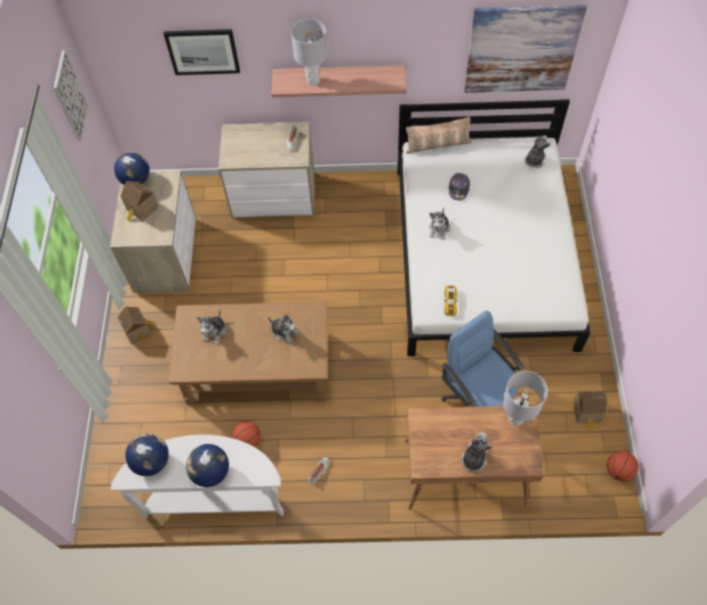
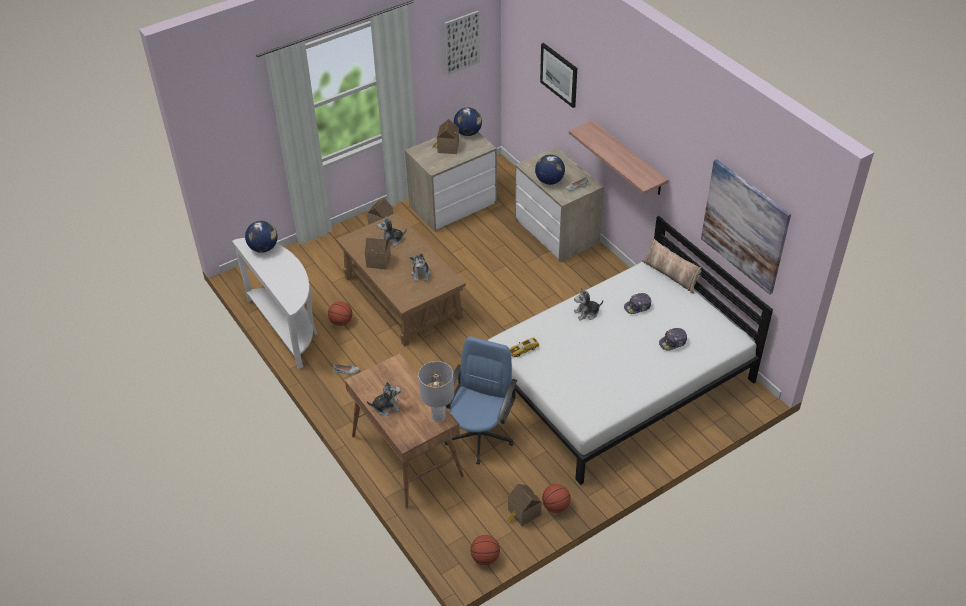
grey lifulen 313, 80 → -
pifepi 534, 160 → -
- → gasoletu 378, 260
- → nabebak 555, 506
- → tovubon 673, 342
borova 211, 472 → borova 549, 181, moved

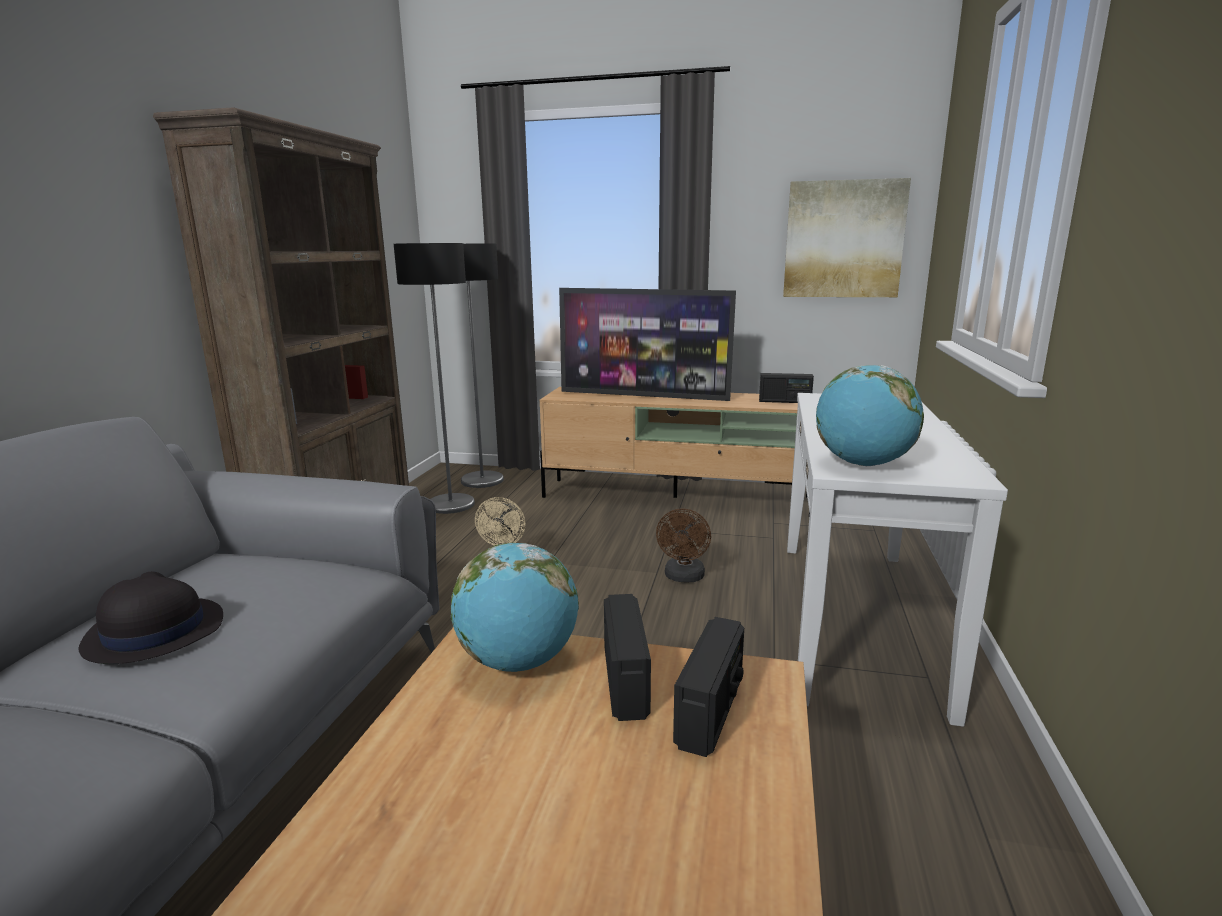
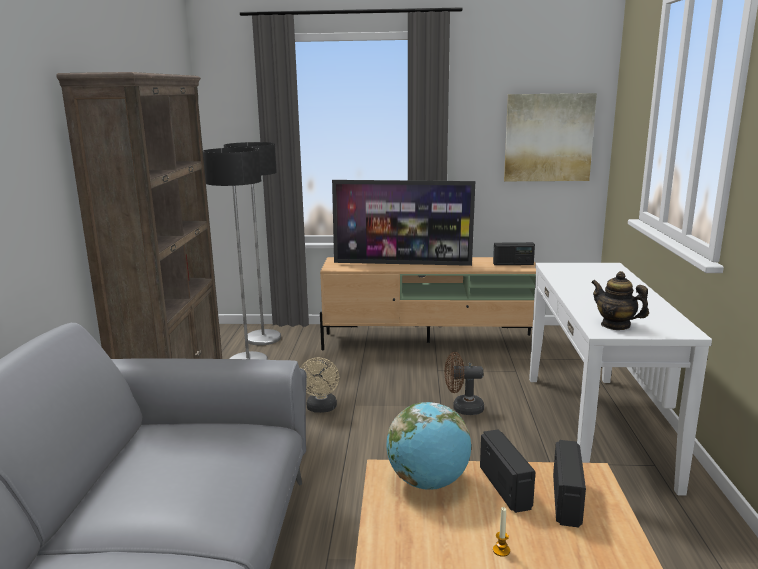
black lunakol 153, 632 → -
- → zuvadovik 501, 550
borova 863, 464 → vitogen 615, 325
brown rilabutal 684, 577 → brown rilabutal 462, 408, 90 degrees clockwise

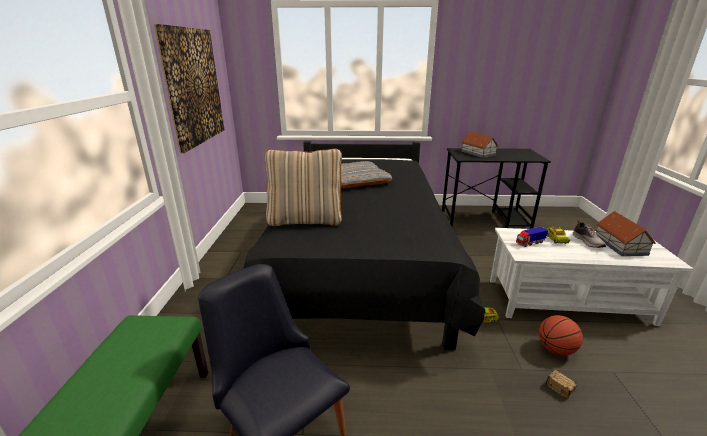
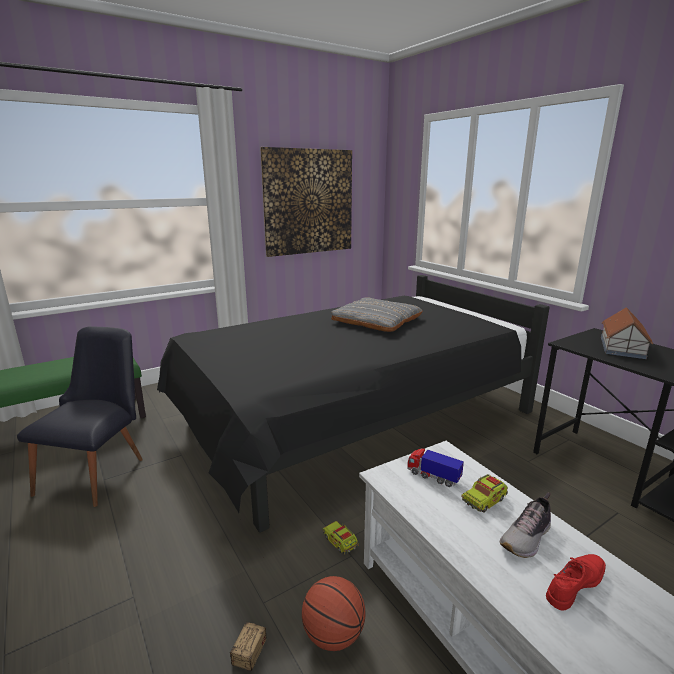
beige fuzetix 305, 220 → -
gasoletu 620, 245 → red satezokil 575, 585

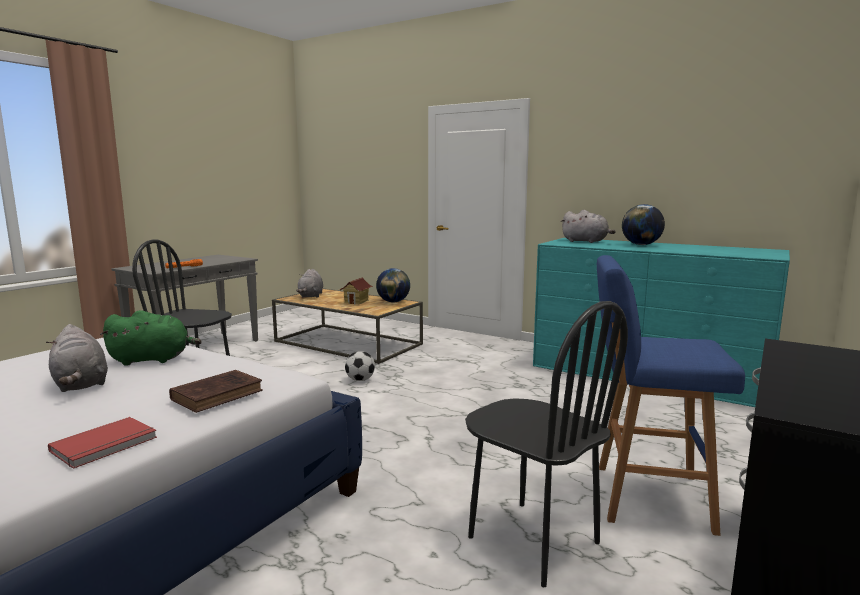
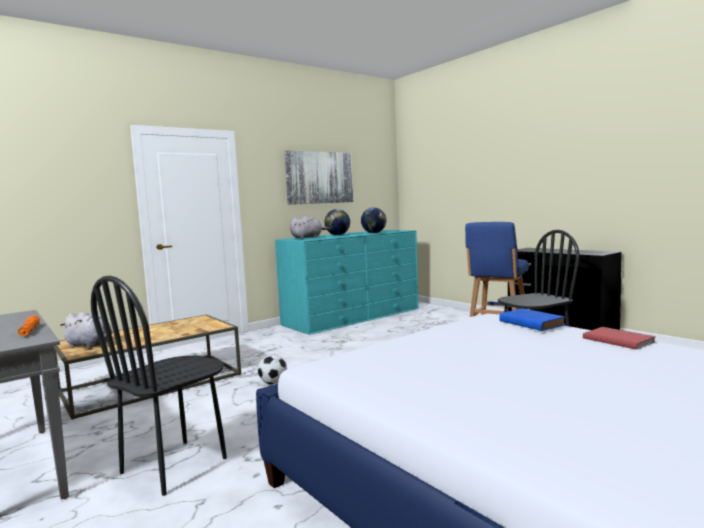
grey pifepi 80, 384 → -
green pifepi 153, 360 → -
gasoletu 356, 302 → -
- → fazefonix 319, 177
borova 393, 302 → borova 374, 233, moved
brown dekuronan 219, 394 → blue dekuronan 530, 323

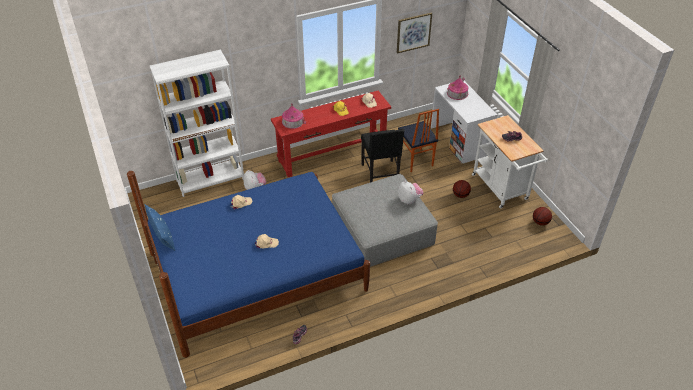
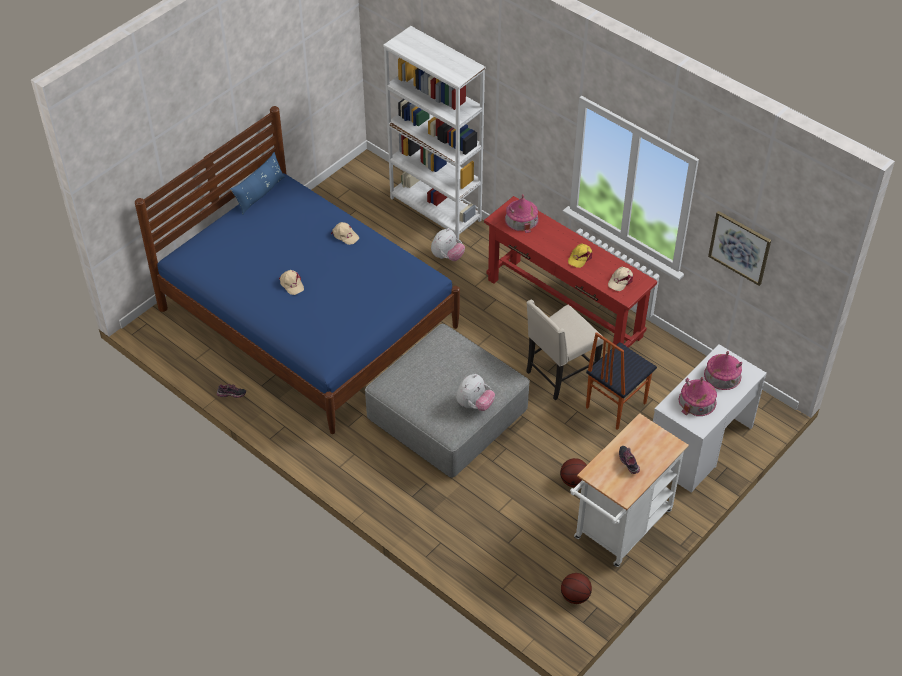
- → gasoletu 697, 401
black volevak 381, 174 → beige volevak 559, 375

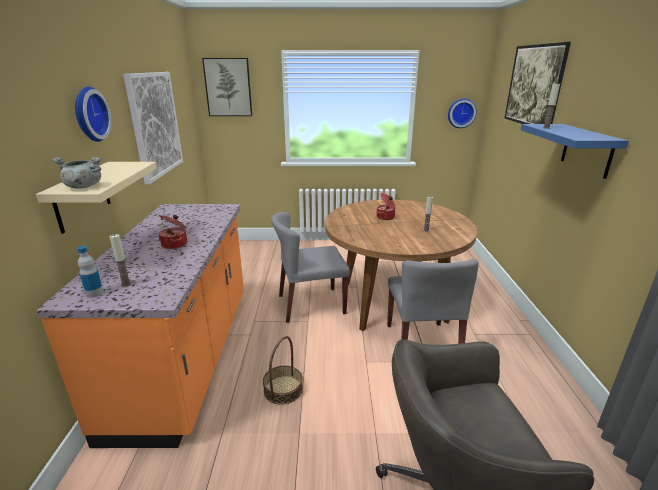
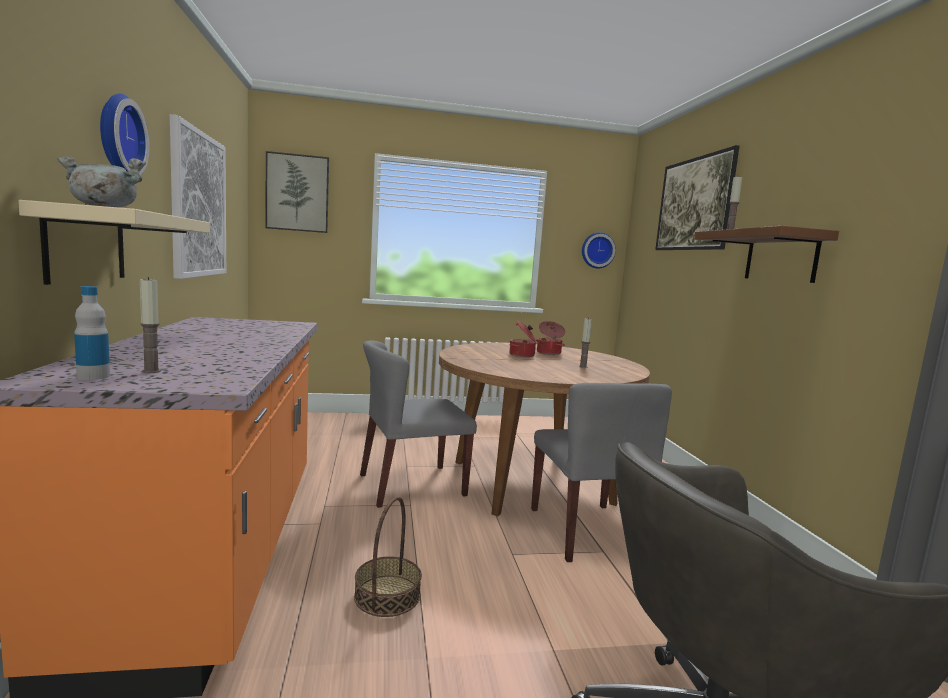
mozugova 175, 244 → mozugova 549, 353, moved
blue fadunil 587, 150 → brown fadunil 781, 257

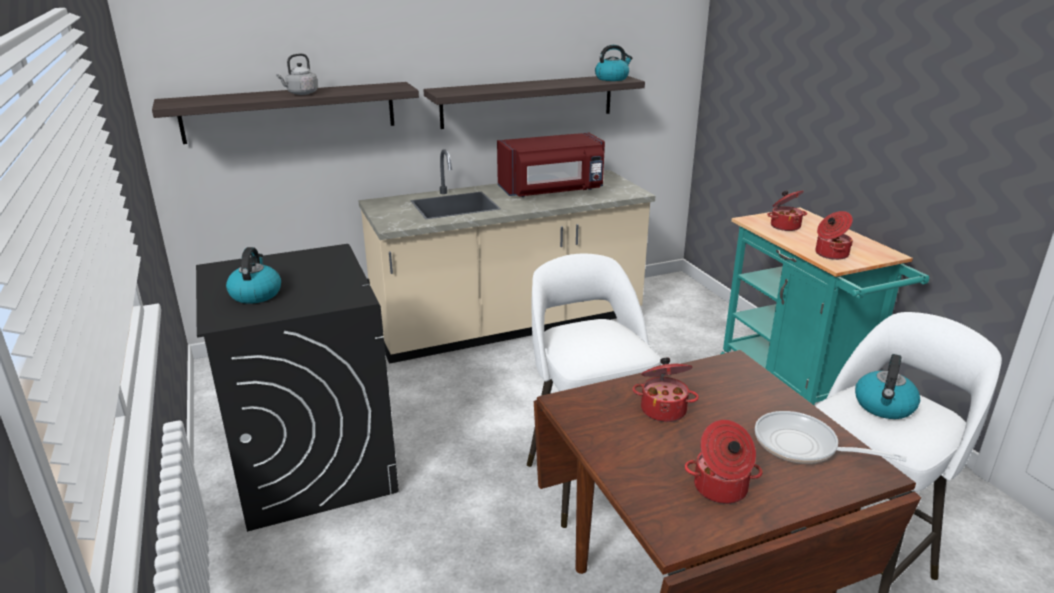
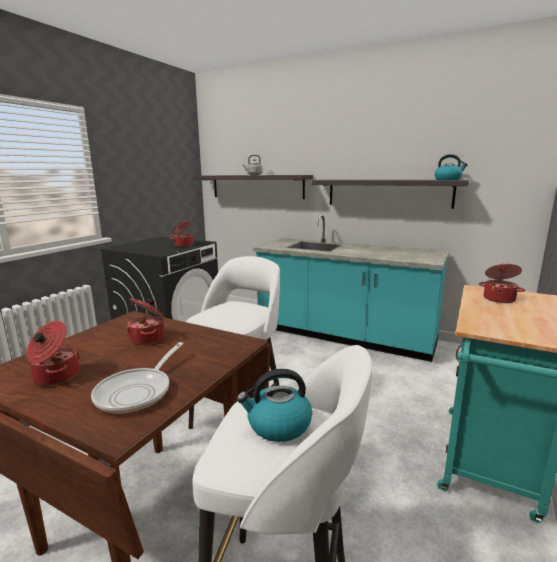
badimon 256, 294 → -
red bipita 552, 191 → -
mozugova 830, 254 → mozugova 183, 245, moved
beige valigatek 509, 326 → turquoise valigatek 344, 336
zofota 803, 446 → zofota 138, 391, 150 degrees counterclockwise

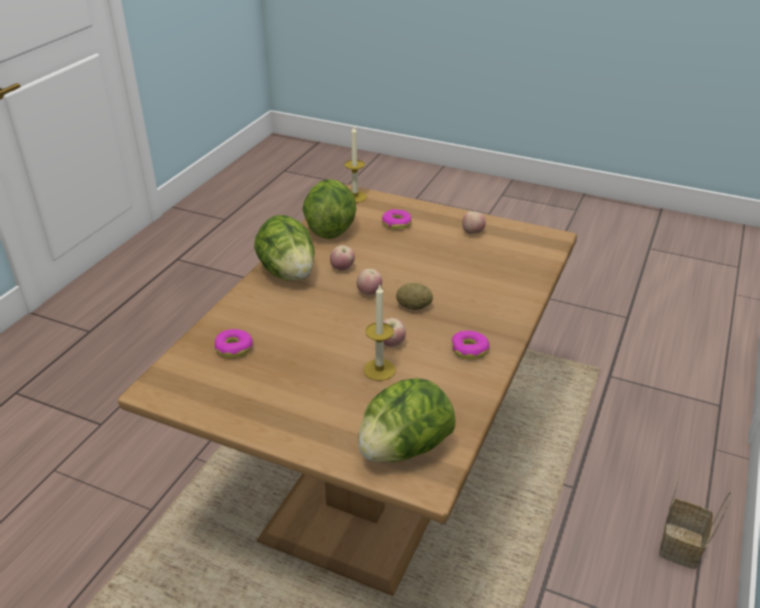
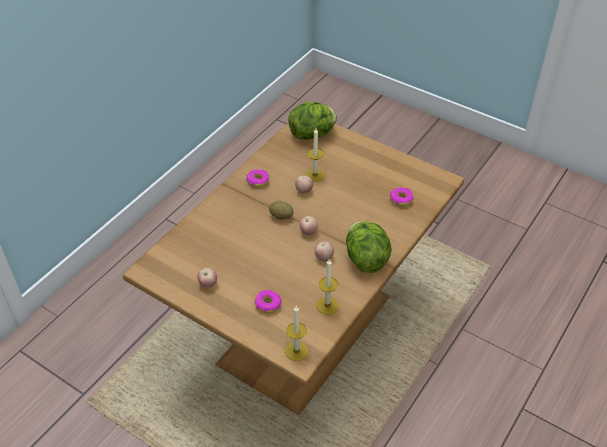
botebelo 681, 547 → -
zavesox 330, 229 → zuvadovik 327, 305

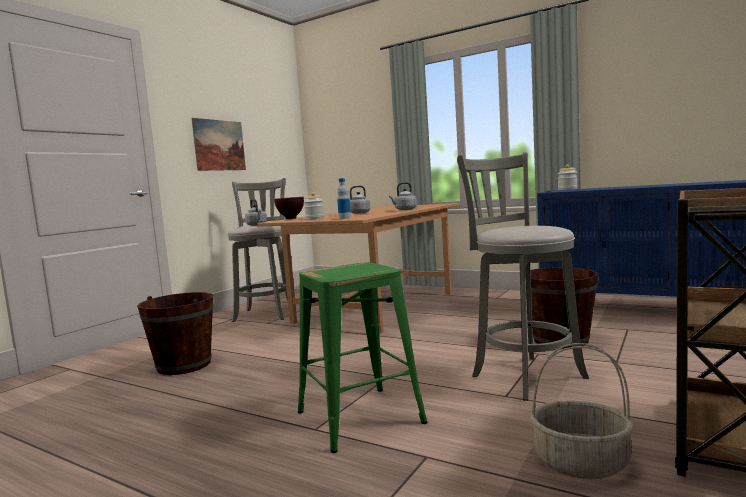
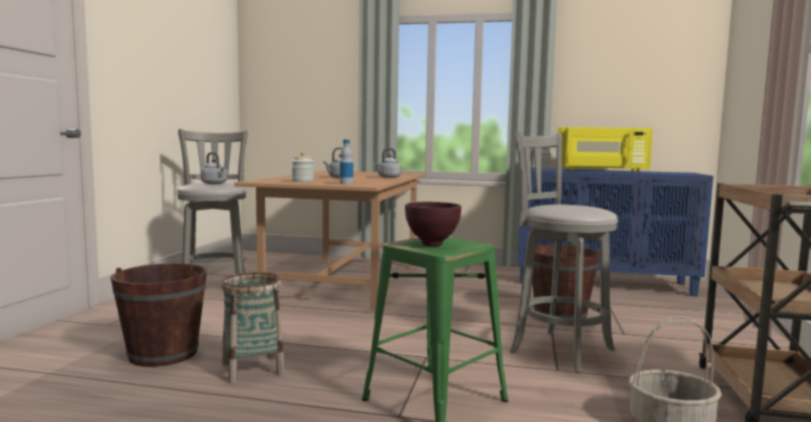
fazefonix 219, 145 → -
- → botebelo 253, 369
- → yellow bipita 601, 170
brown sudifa 290, 219 → brown sudifa 432, 245, moved

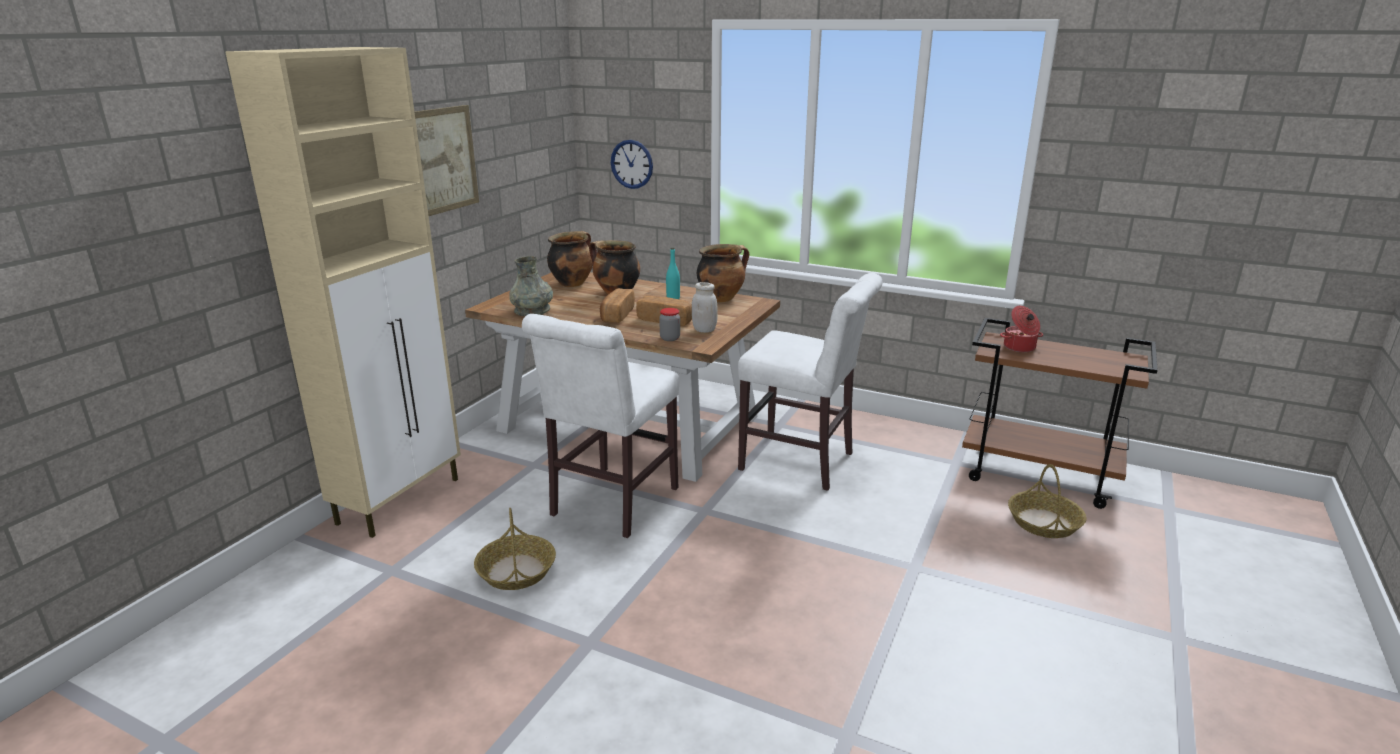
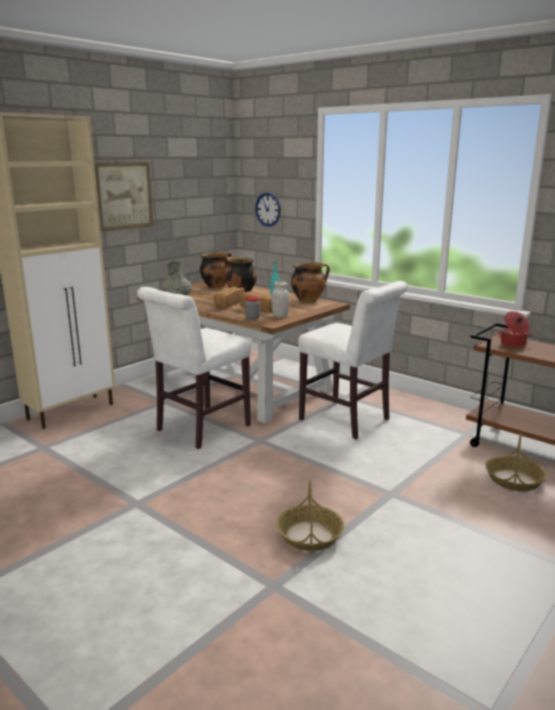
botebelo 517, 571 → botebelo 310, 535, moved

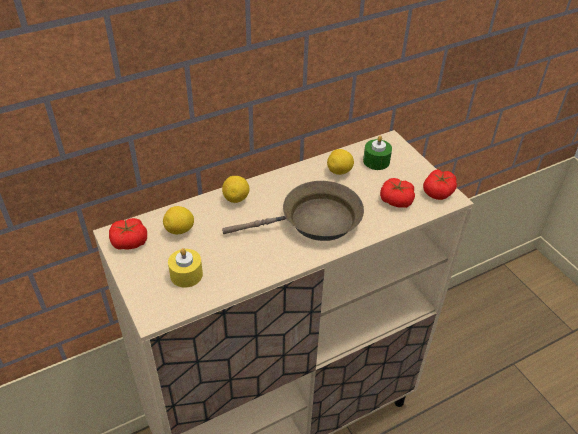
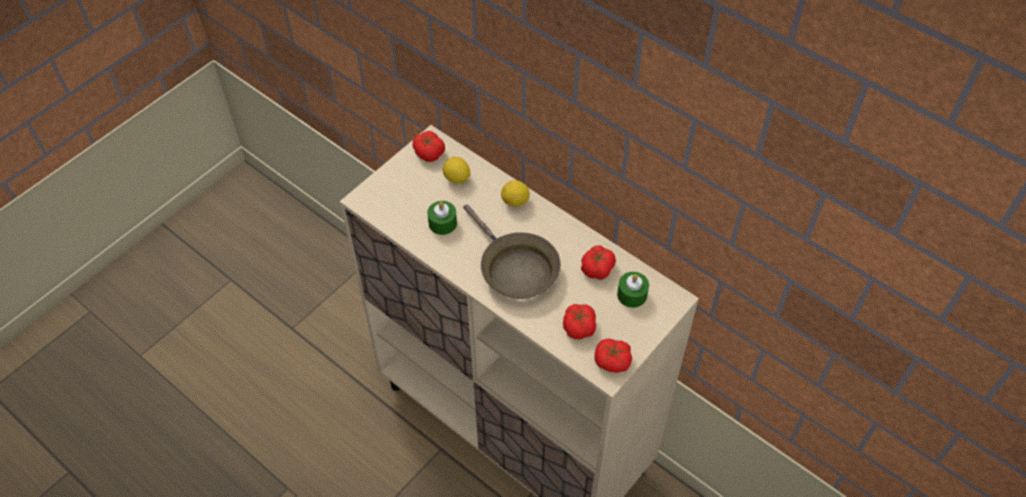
yellow zuvadovik 186, 275 → -
- → green zuvadovik 442, 223
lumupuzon 339, 172 → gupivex 597, 268

